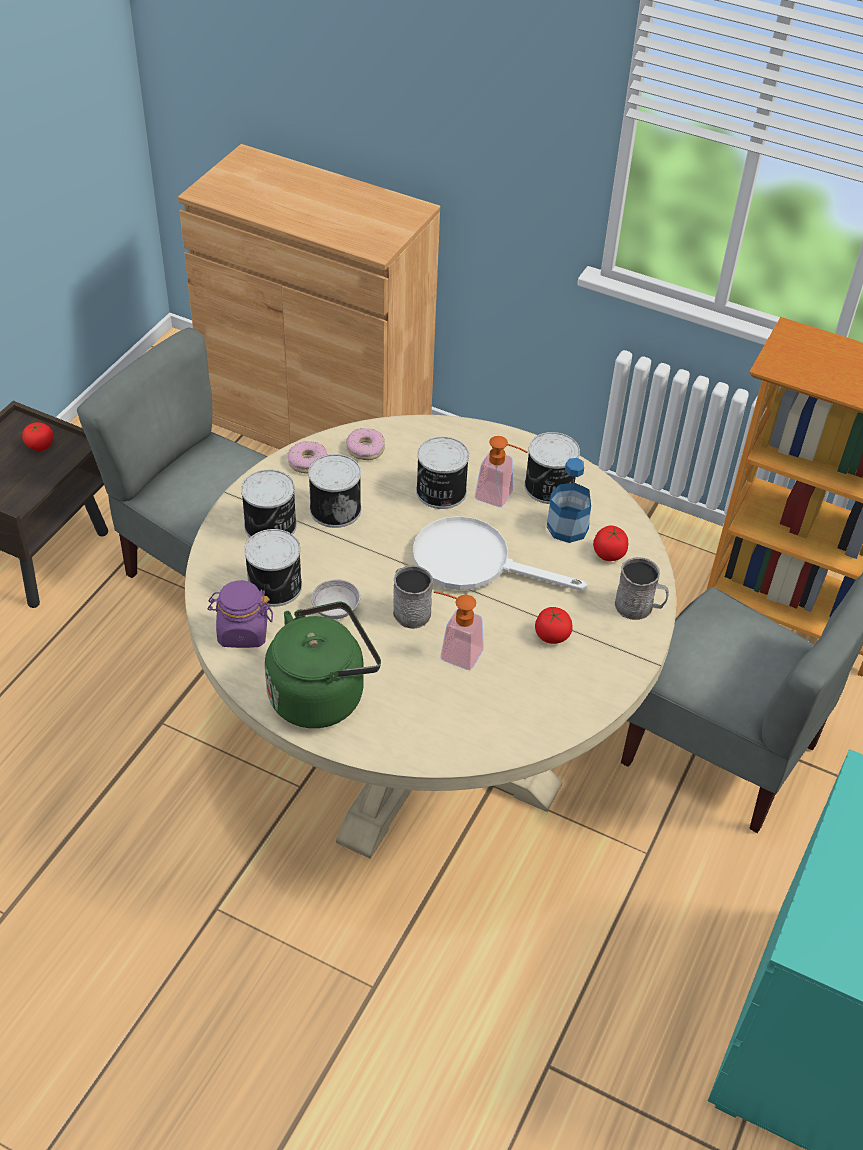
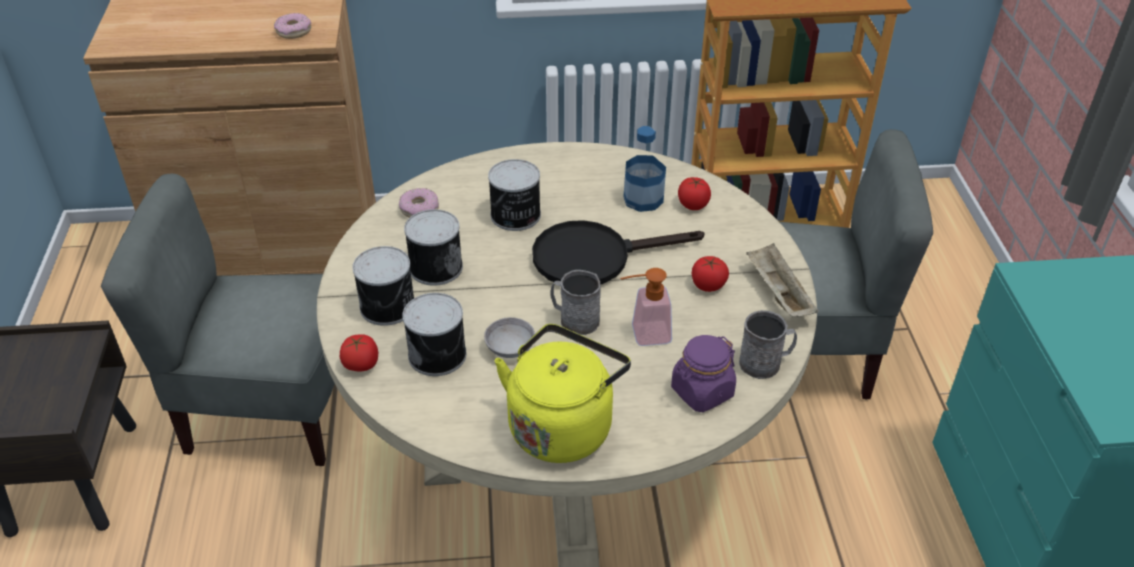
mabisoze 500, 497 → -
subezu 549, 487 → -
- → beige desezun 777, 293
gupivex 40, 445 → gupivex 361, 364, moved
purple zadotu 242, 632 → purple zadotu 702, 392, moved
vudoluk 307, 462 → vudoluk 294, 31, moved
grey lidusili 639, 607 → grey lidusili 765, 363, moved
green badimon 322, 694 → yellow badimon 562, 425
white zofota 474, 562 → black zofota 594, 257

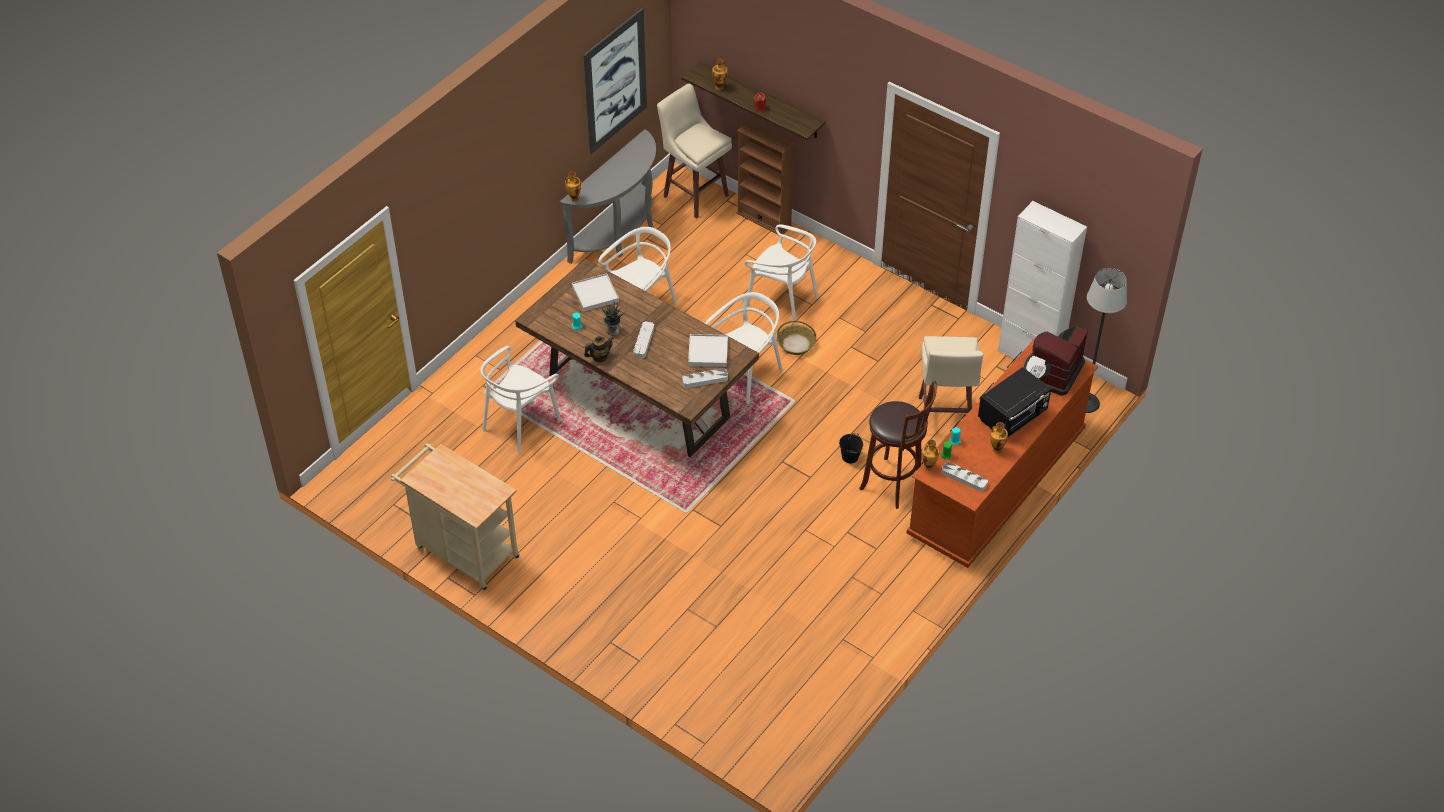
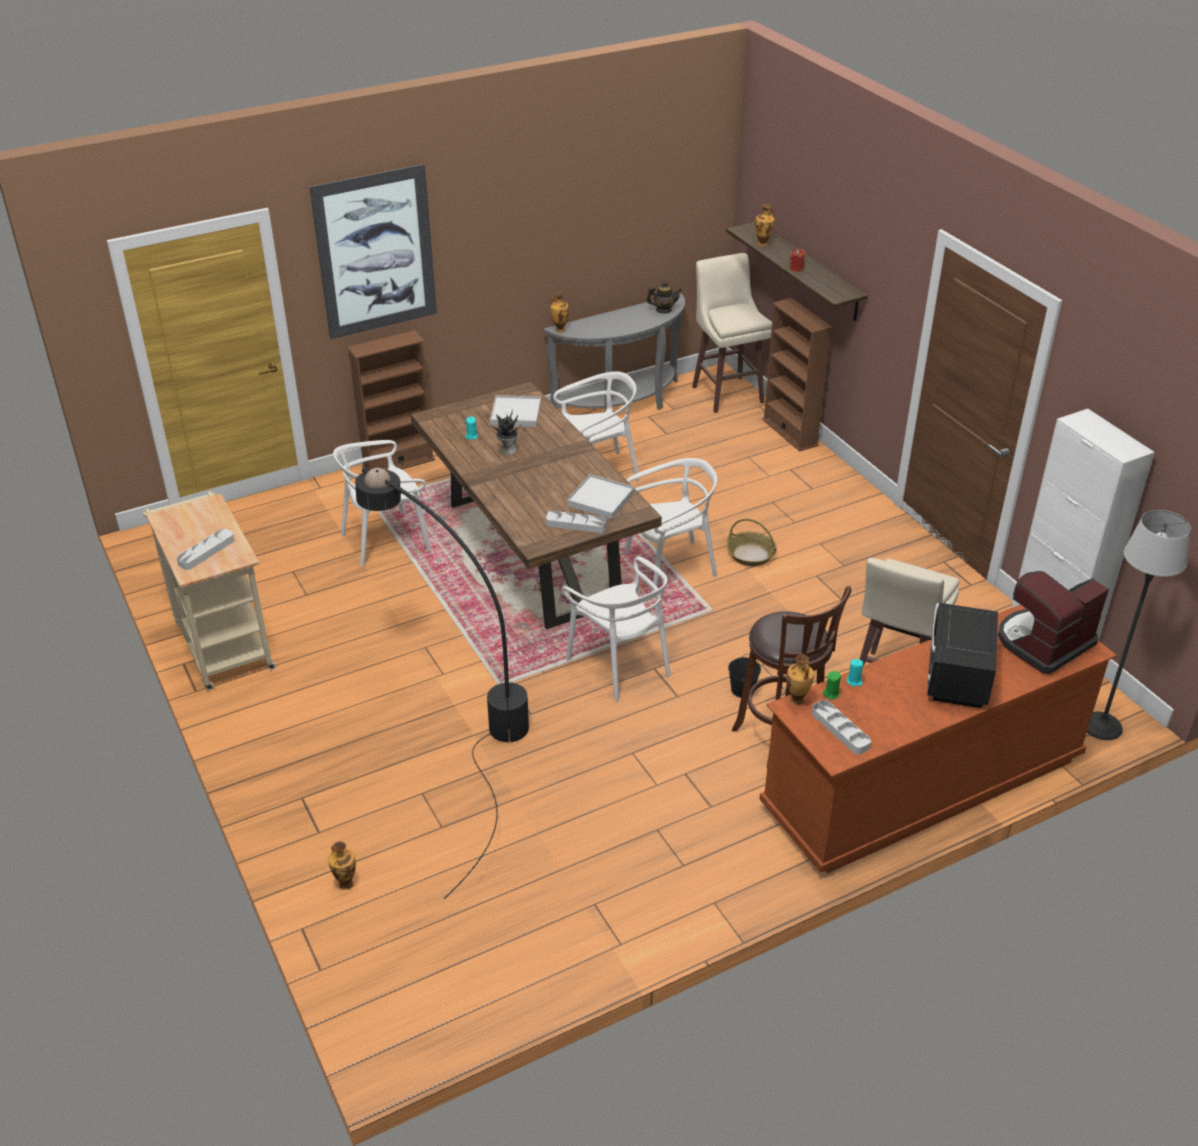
- → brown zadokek 398, 463
- → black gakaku 457, 721
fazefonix 615, 81 → fazefonix 375, 252, moved
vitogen 599, 357 → vitogen 663, 310, moved
grey desezun 643, 341 → grey desezun 206, 552, moved
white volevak 782, 300 → white volevak 620, 665, moved
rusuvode 996, 450 → rusuvode 345, 883, moved
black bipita 1013, 416 → black bipita 956, 677, 120 degrees clockwise

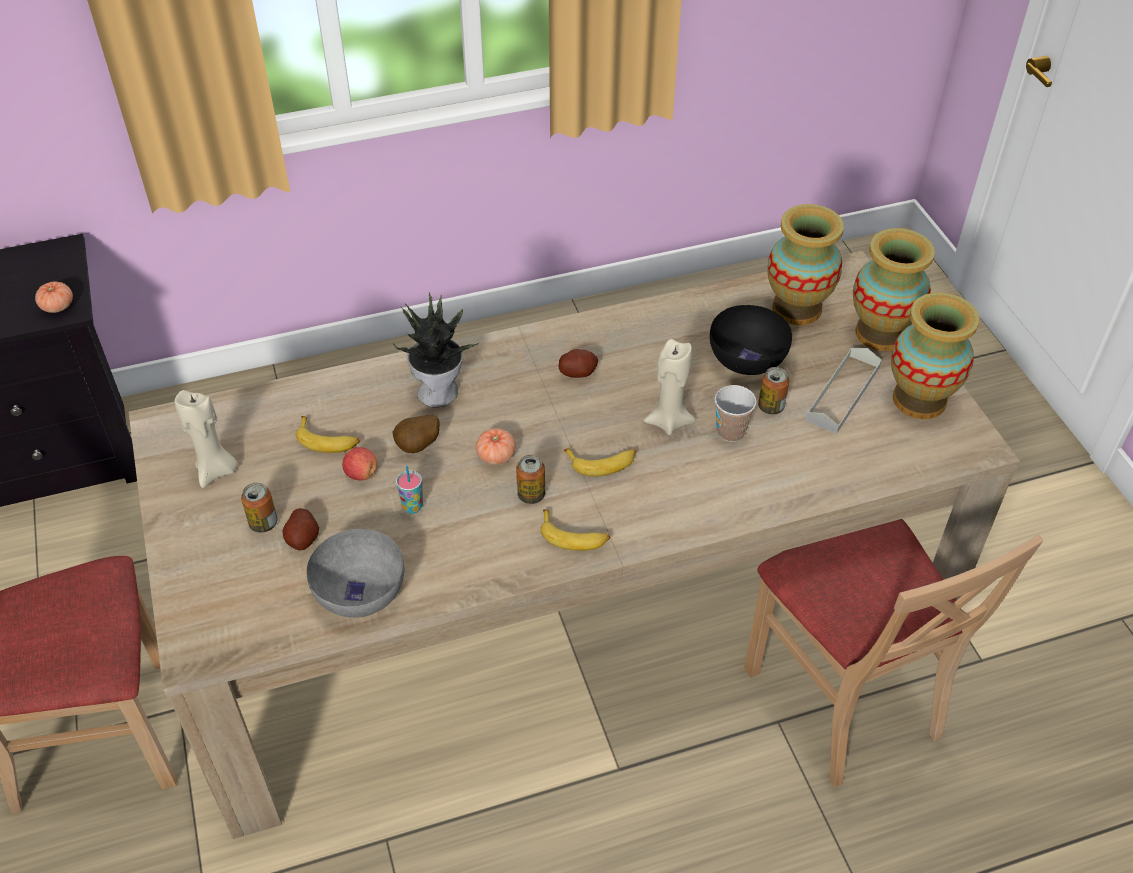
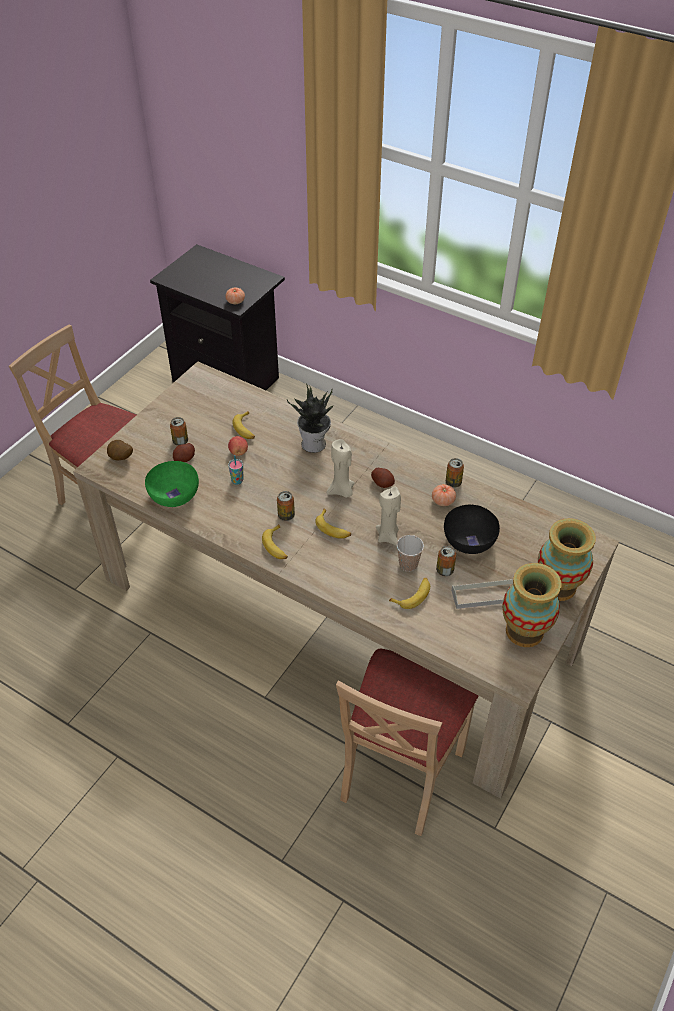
rusuvode 796, 308 → -
- → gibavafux 412, 595
- → subezu 453, 483
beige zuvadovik 216, 471 → beige zuvadovik 341, 491, moved
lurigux 418, 446 → lurigux 121, 458, moved
gupivex 496, 456 → gupivex 443, 501, moved
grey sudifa 360, 593 → green sudifa 174, 496

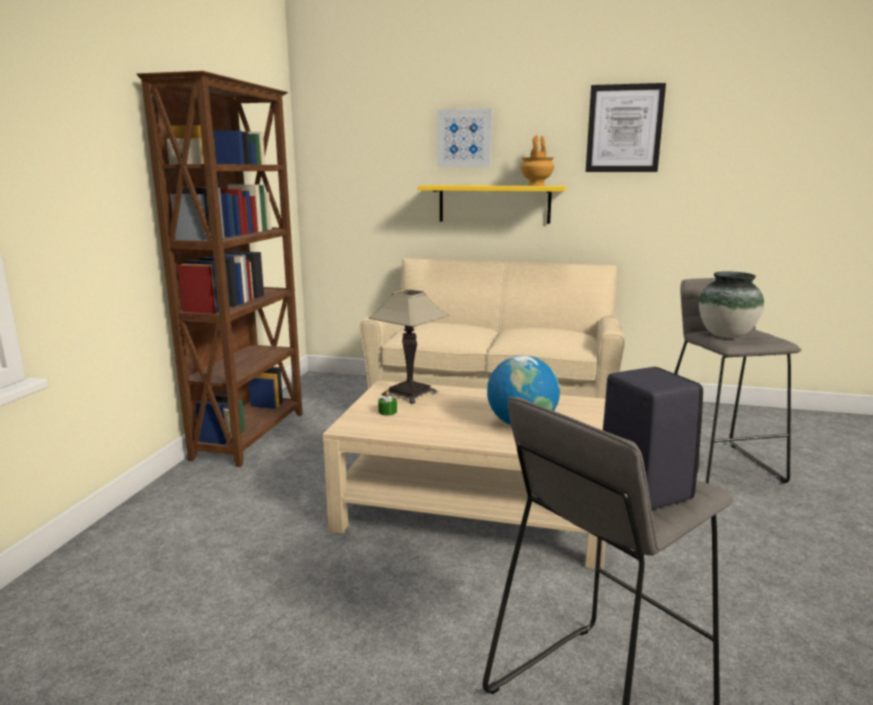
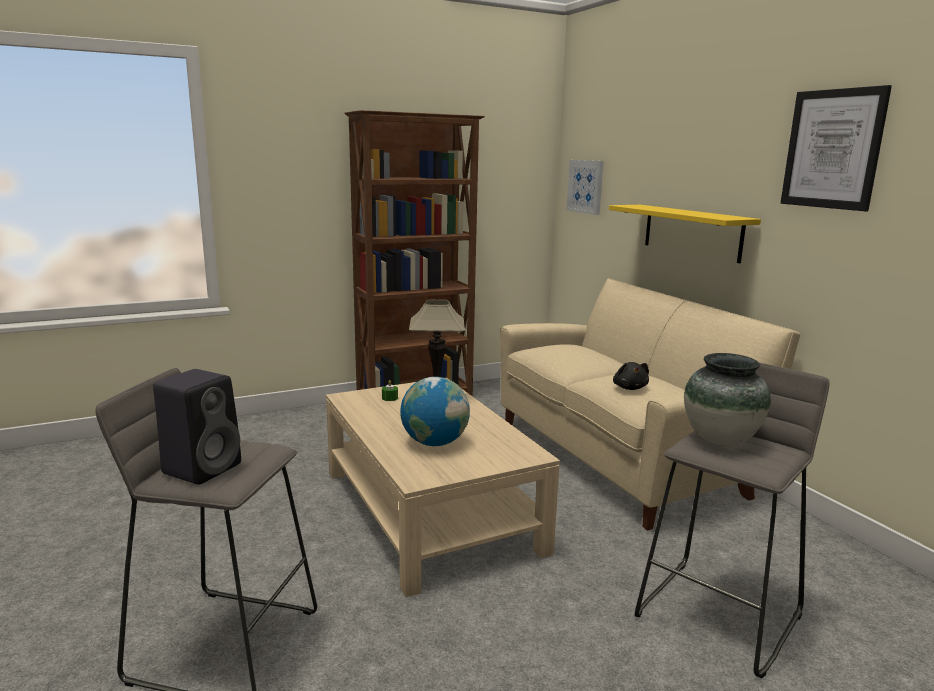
brown rusuvode 536, 185 → -
- → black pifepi 629, 388
fazefonix 464, 138 → fazefonix 585, 186, moved

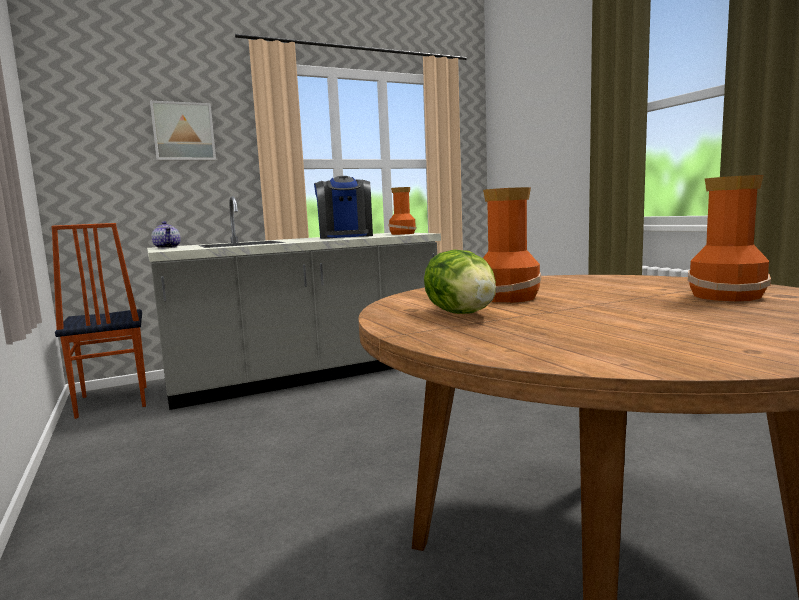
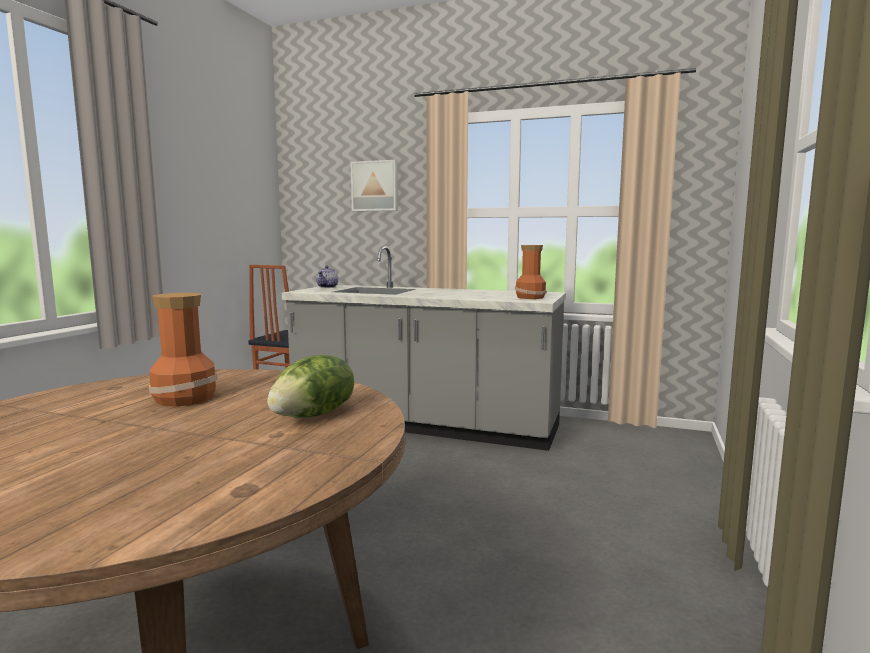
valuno 346, 236 → -
rusuvode 726, 296 → -
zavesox 462, 313 → zavesox 314, 415, moved

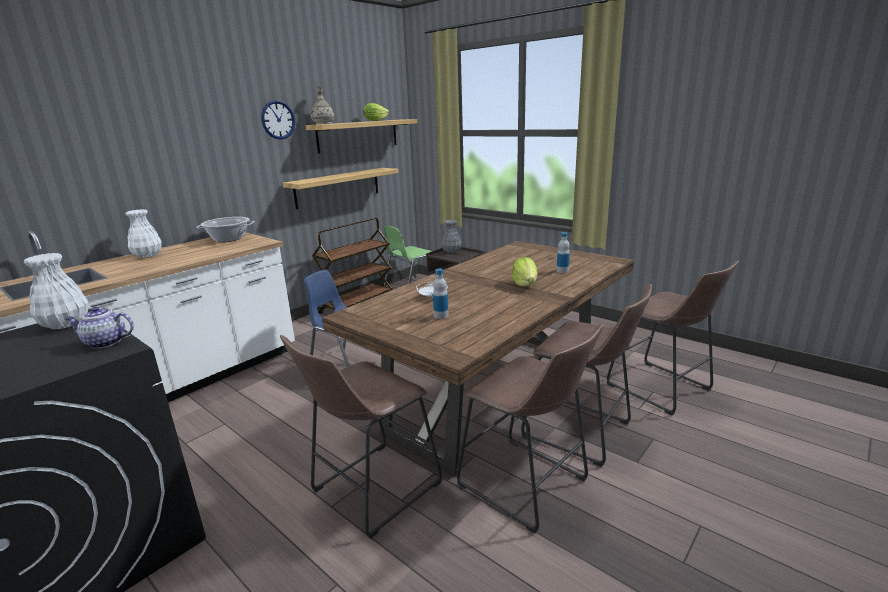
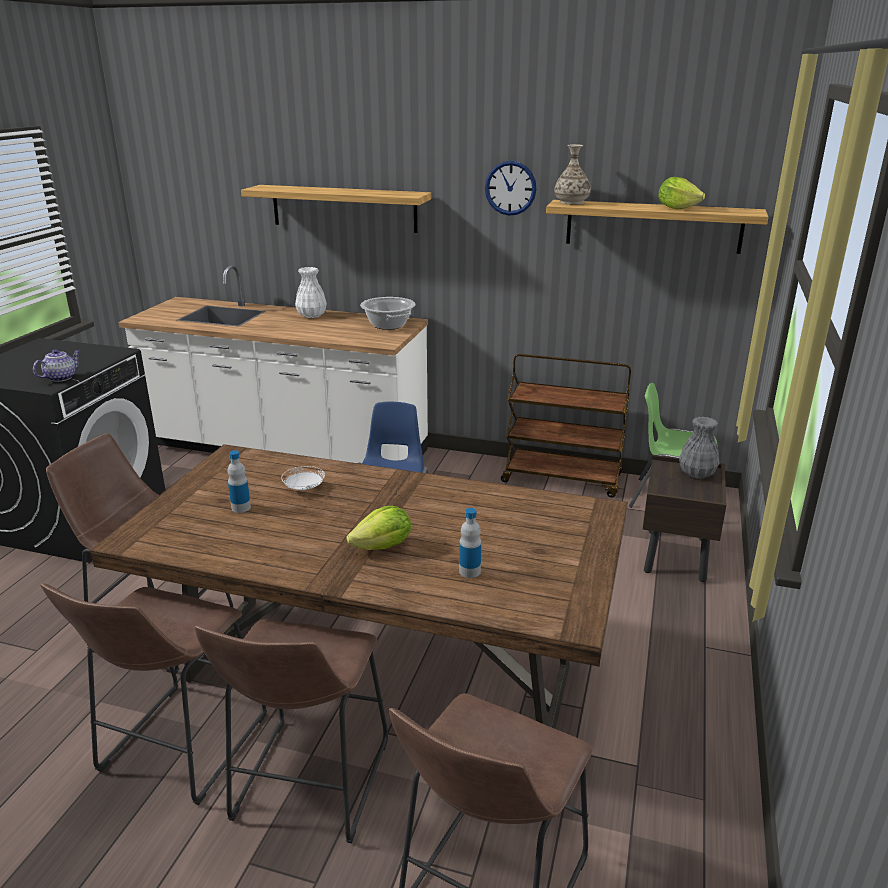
white rusuvode 65, 324 → -
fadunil 338, 187 → fadunil 344, 208, moved
vitogen 104, 343 → vitogen 61, 377, 60 degrees clockwise

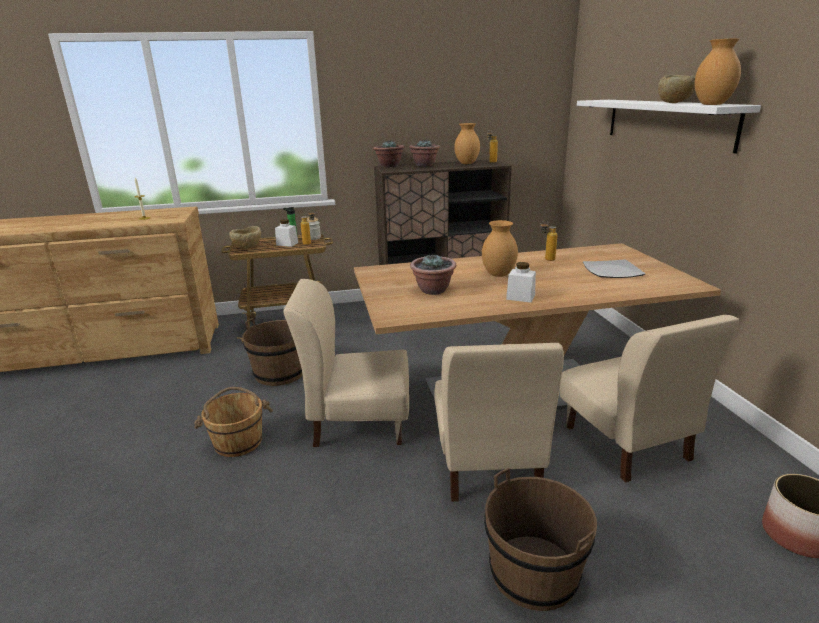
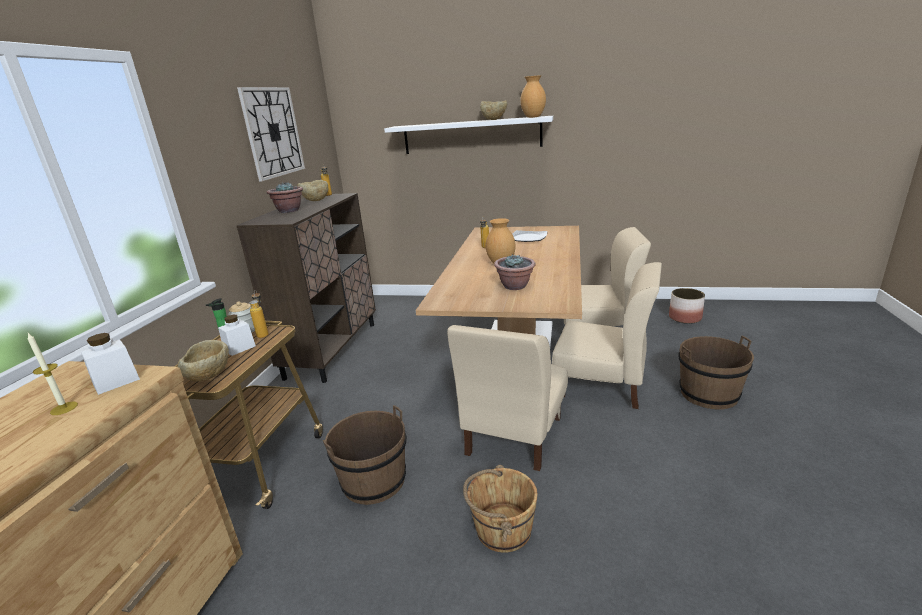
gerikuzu 389, 166 → -
- → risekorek 273, 132
white zadotu 520, 297 → white zadotu 116, 381, moved
brown rusuvode 467, 163 → beige sudifa 315, 200

